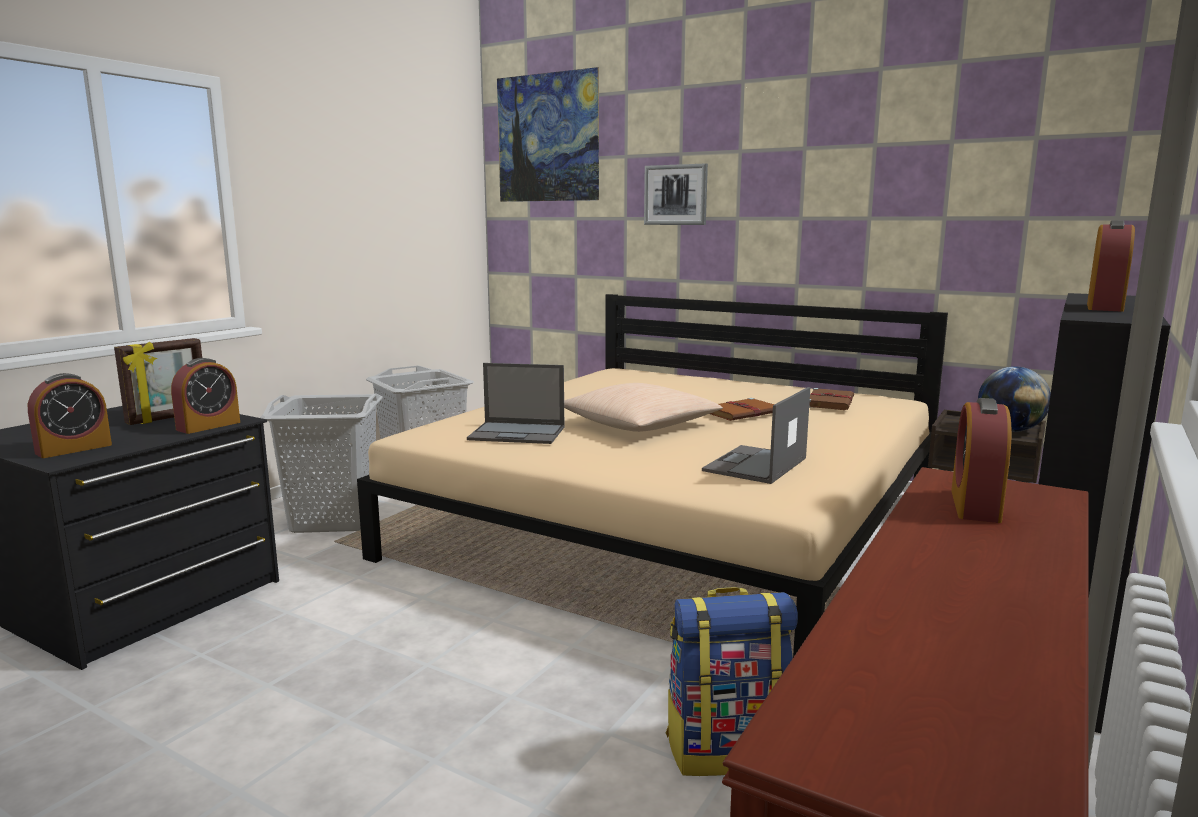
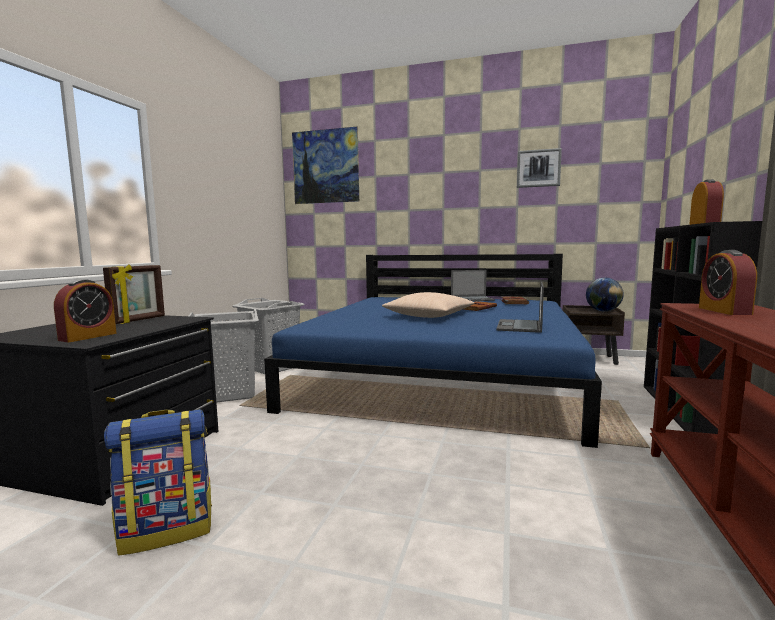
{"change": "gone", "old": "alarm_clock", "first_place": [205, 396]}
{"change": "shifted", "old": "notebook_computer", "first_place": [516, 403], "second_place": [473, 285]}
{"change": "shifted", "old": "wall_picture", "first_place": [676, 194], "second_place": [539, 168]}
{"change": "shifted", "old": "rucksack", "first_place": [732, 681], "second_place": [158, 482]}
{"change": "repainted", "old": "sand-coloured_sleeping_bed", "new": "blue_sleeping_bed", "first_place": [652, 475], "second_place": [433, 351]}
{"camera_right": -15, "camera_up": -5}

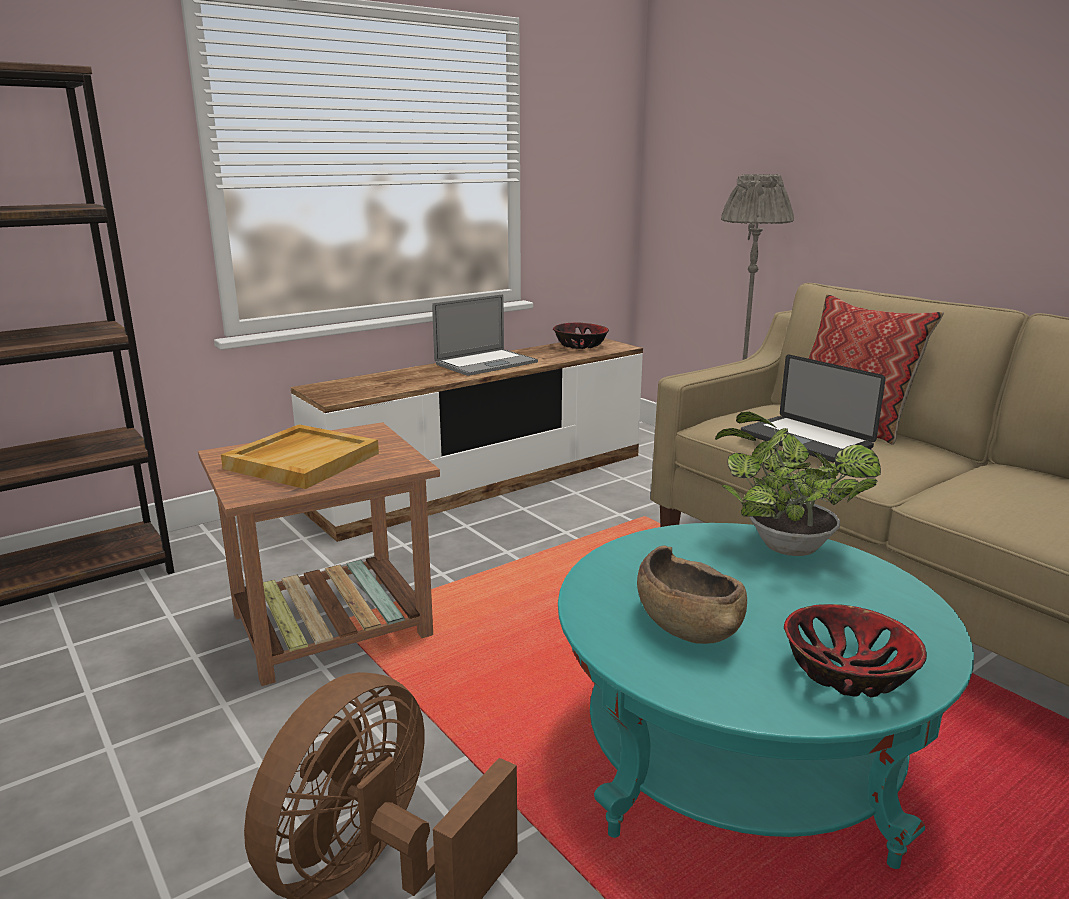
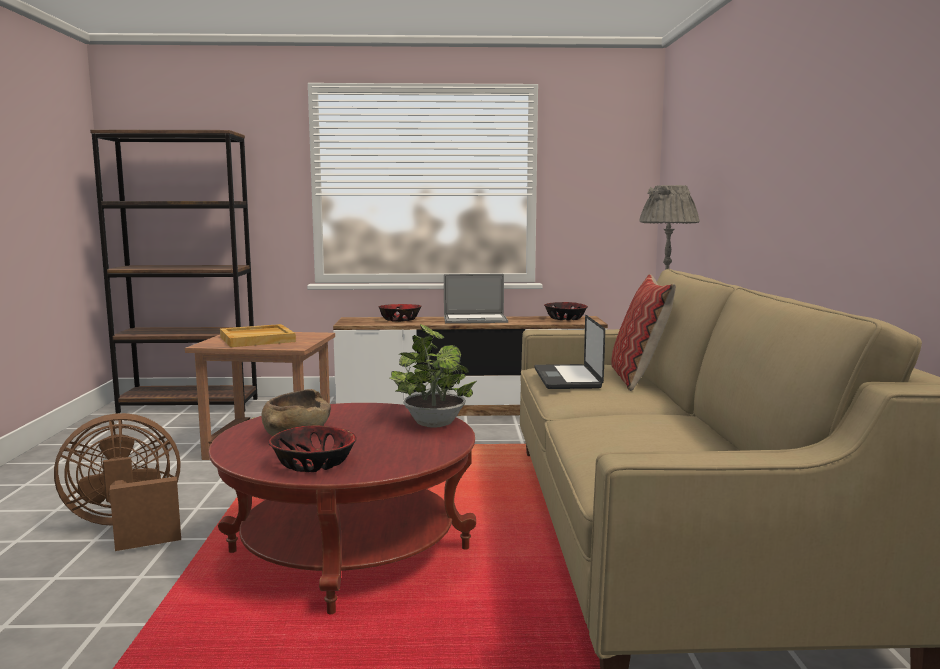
{"change": "new", "new": "bowl", "second_place": [400, 313]}
{"change": "repainted", "old": "turquoise-coloured_coffee_table", "new": "red-coloured_coffee_table", "first_place": [766, 696], "second_place": [342, 508]}
{"camera_right": 35, "camera_up": -10}

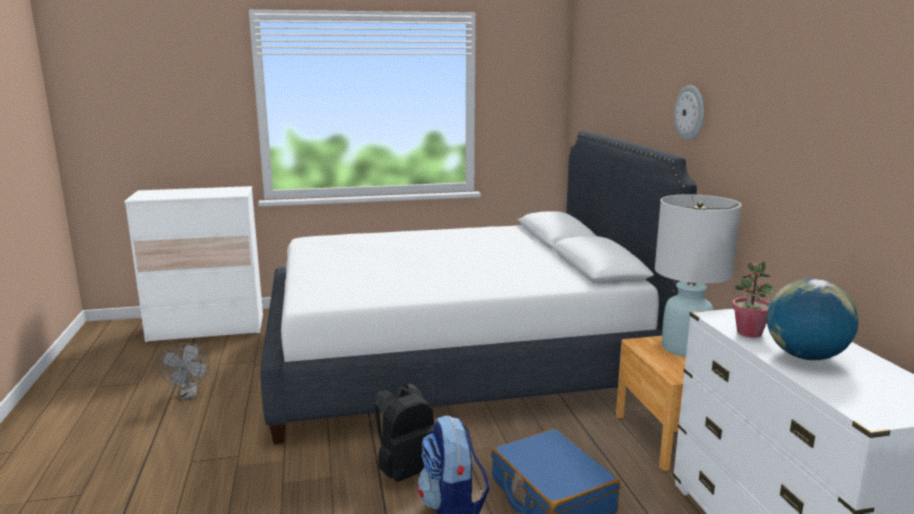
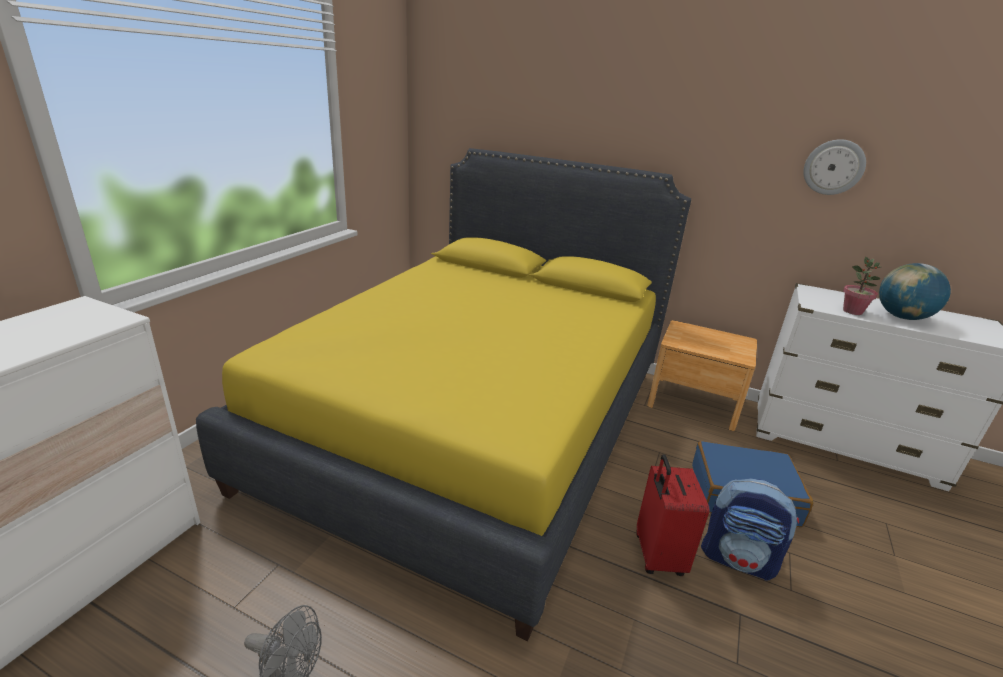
{"change": "gone", "old": "white-coloured_table_lamp", "first_place": [698, 275]}
{"change": "shifted", "old": "clock_on_the_wall", "first_place": [689, 113], "second_place": [834, 167]}
{"change": "swapped", "old": "blackish_rucksack", "new": "red-coloured_piece_of_luggage", "first_place": [404, 433], "second_place": [673, 515]}
{"change": "repainted", "old": "white-coloured_sleeping_bed", "new": "yellow-coloured_sleeping_bed", "first_place": [478, 287], "second_place": [443, 394]}
{"camera_right": -55, "camera_up": 10}

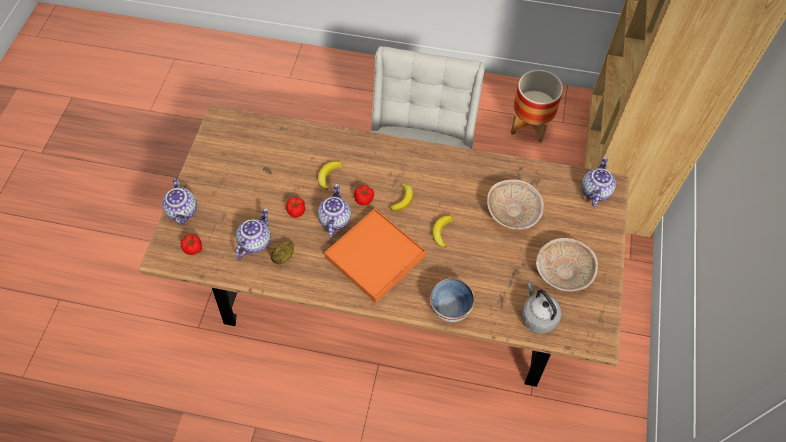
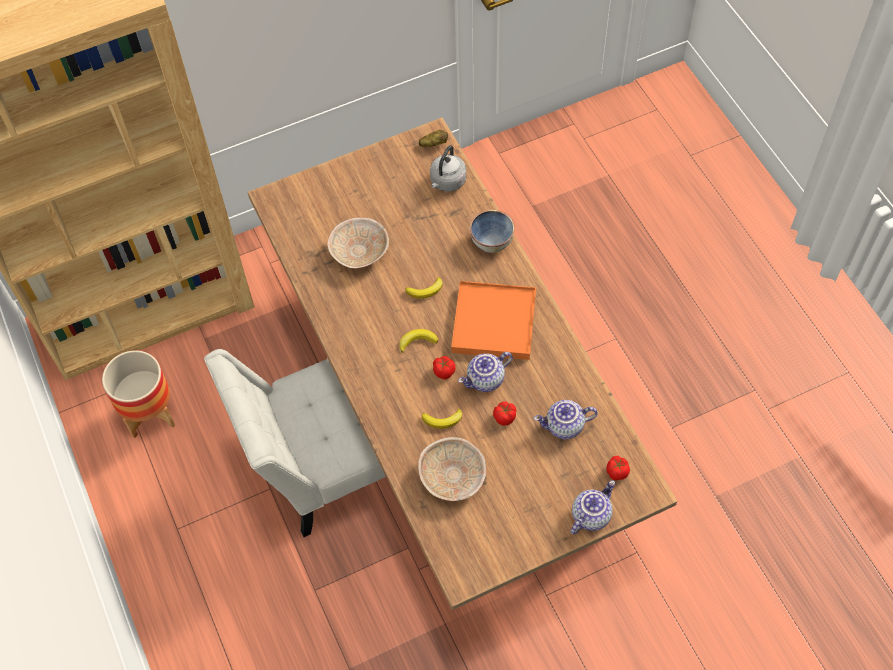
{"change": "gone", "old": "teapot", "first_place": [598, 182]}
{"change": "shifted", "old": "potato", "first_place": [282, 252], "second_place": [433, 138]}
{"change": "shifted", "old": "sand-coloured_bowl", "first_place": [567, 264], "second_place": [452, 469]}
{"camera_right": -125, "camera_up": 0}

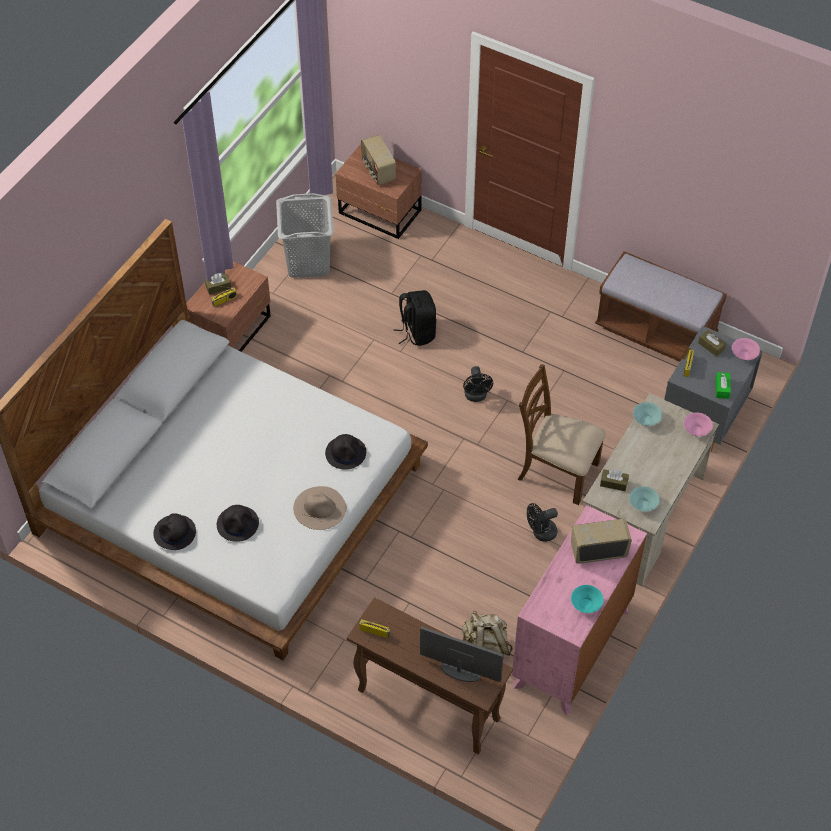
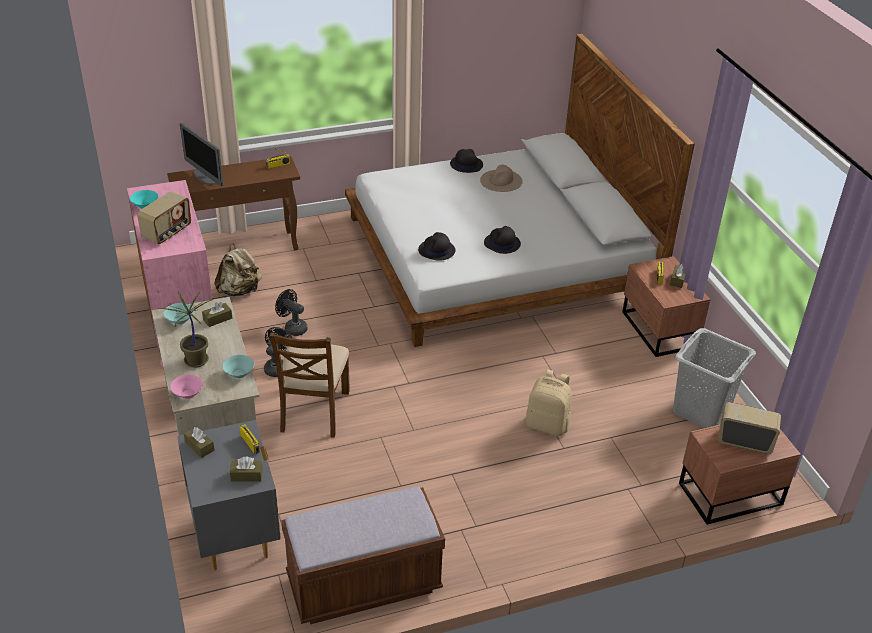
{"change": "gone", "old": "pink-coloured_bowl", "first_place": [746, 349]}
{"change": "new", "new": "plant_in_a_pot", "second_place": [186, 329]}
{"change": "shifted", "old": "blackish_wearable_hat", "first_place": [238, 523], "second_place": [502, 240]}
{"change": "shifted", "old": "sand-coloured_wearable_hat", "first_place": [319, 508], "second_place": [501, 178]}
{"change": "shifted", "old": "blackish_cooling_fan", "first_place": [478, 384], "second_place": [291, 312]}
{"change": "repainted", "old": "blackish_rucksack", "new": "sand-coloured_rucksack", "first_place": [415, 318], "second_place": [549, 403]}
{"change": "repainted", "old": "green_box_of_tissues", "new": "brownish_box_of_tissues", "first_place": [723, 385], "second_place": [199, 442]}
{"change": "rotated", "old": "monitor", "first_place": [462, 654], "second_place": [201, 154], "degrees": 75}
{"change": "rotated", "old": "brownish_upright_chair", "first_place": [562, 434], "second_place": [310, 385], "degrees": 120}
{"camera_right": 130, "camera_up": -15}

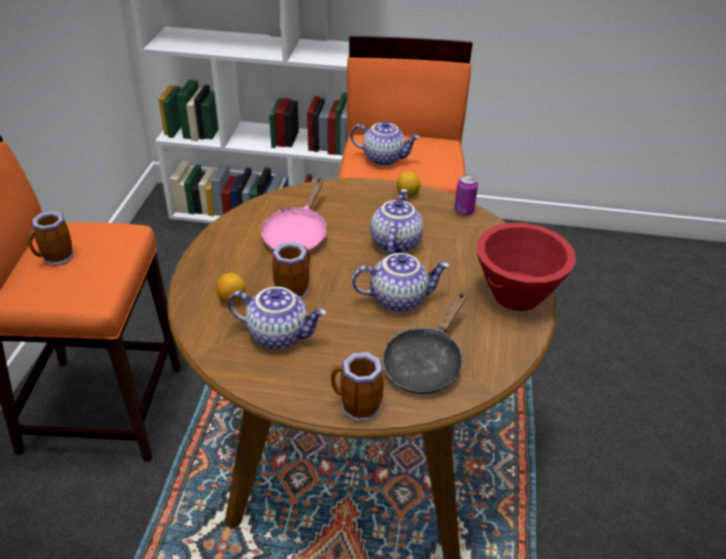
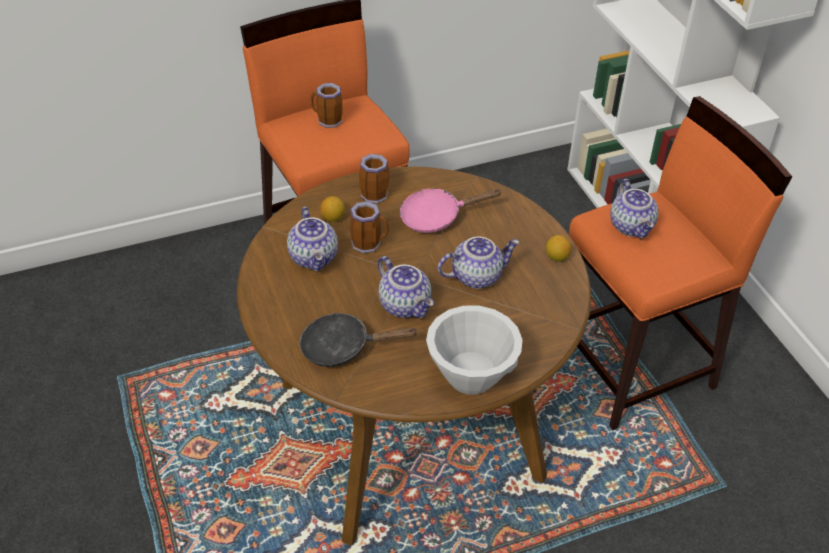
{"change": "gone", "old": "sealed_can", "first_place": [466, 195]}
{"change": "shifted", "old": "coffee_mug", "first_place": [357, 387], "second_place": [374, 179]}
{"change": "repainted", "old": "red-coloured_bowl", "new": "white-coloured_bowl", "first_place": [526, 267], "second_place": [474, 350]}
{"camera_right": 60, "camera_up": 5}

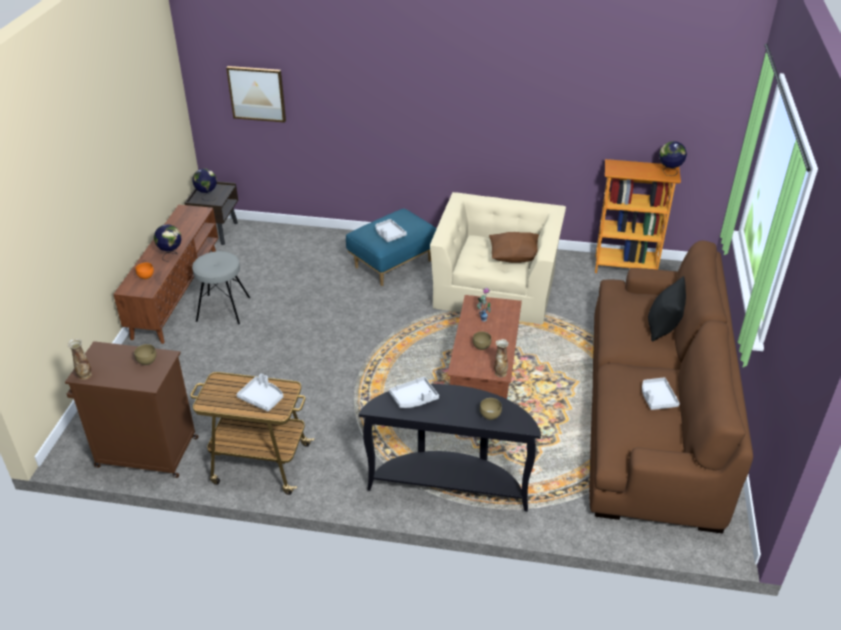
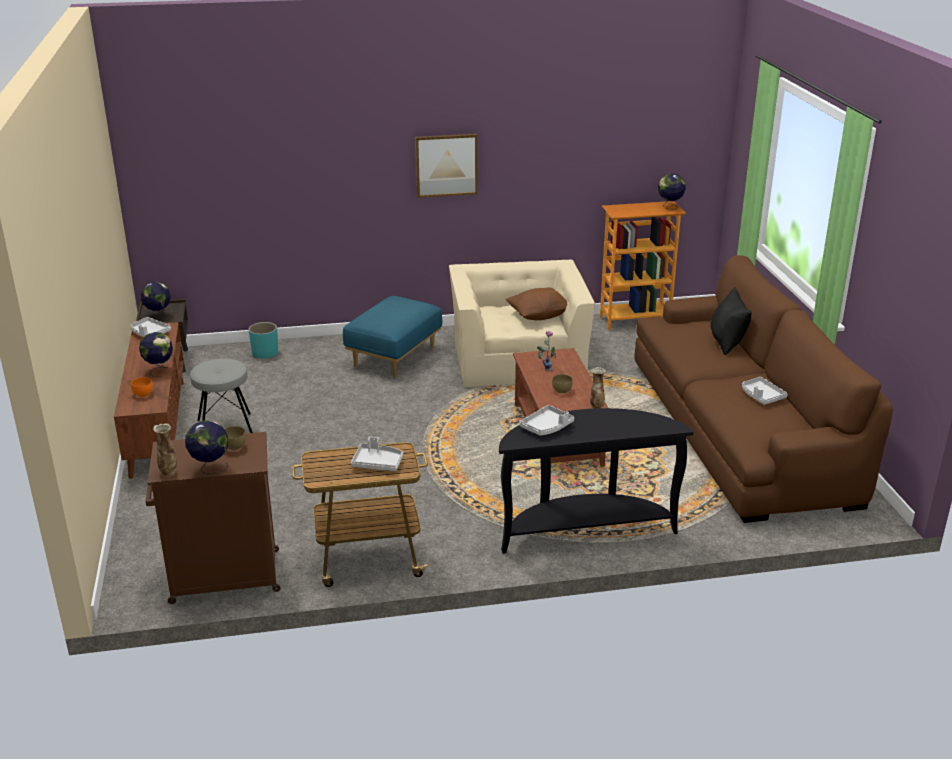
{"change": "gone", "old": "brownish_bowl", "first_place": [491, 409]}
{"change": "new", "new": "globe", "second_place": [207, 447]}
{"change": "new", "new": "turquoise-coloured_planter", "second_place": [263, 340]}
{"change": "shifted", "old": "wall_picture", "first_place": [256, 94], "second_place": [446, 166]}
{"change": "shifted", "old": "grey_serving_tray", "first_place": [391, 230], "second_place": [150, 327]}
{"camera_right": -20, "camera_up": -10}

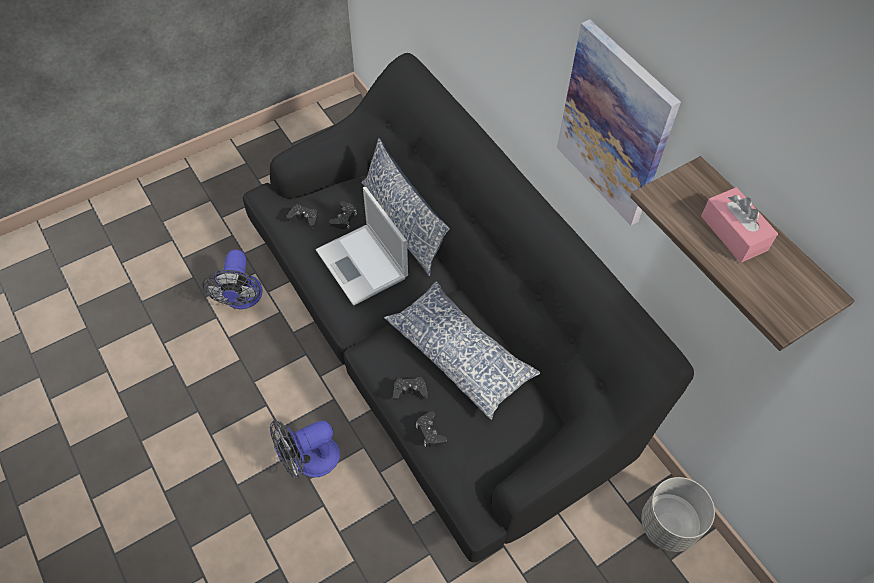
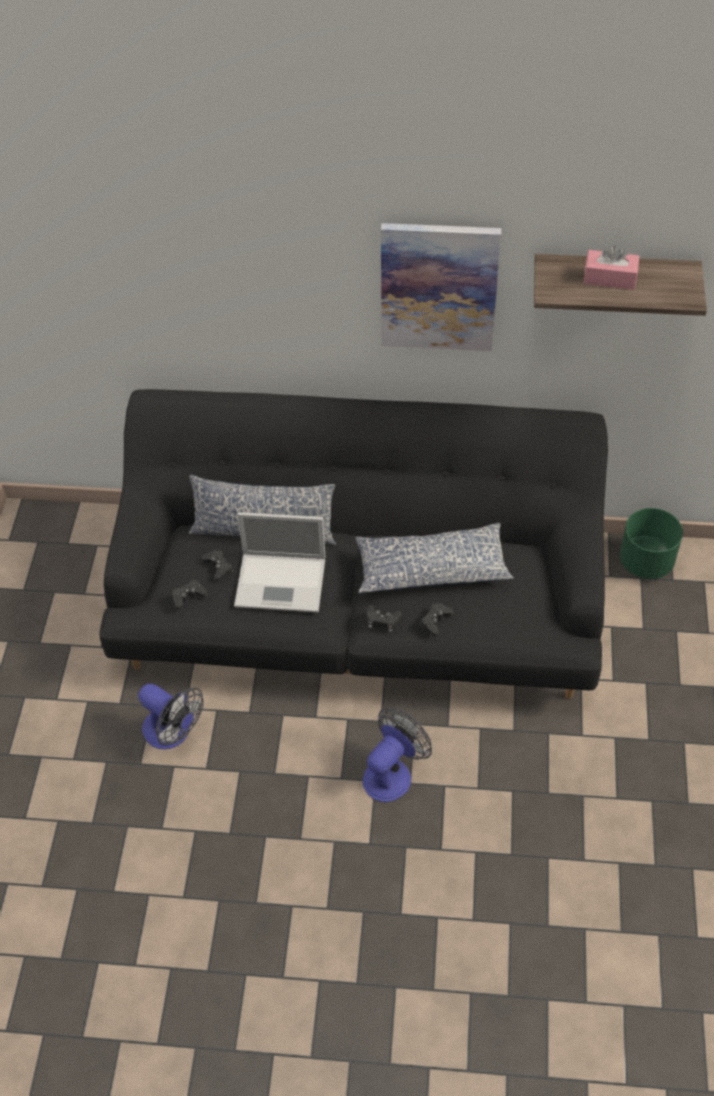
{"change": "shifted", "old": "blackish_gamepad", "first_place": [431, 429], "second_place": [384, 618]}
{"change": "repainted", "old": "grey_planter", "new": "green_planter", "first_place": [678, 514], "second_place": [651, 543]}
{"change": "rotated", "old": "cooling_fan", "first_place": [305, 450], "second_place": [397, 755], "degrees": -150}
{"camera_right": -50, "camera_up": -5}

